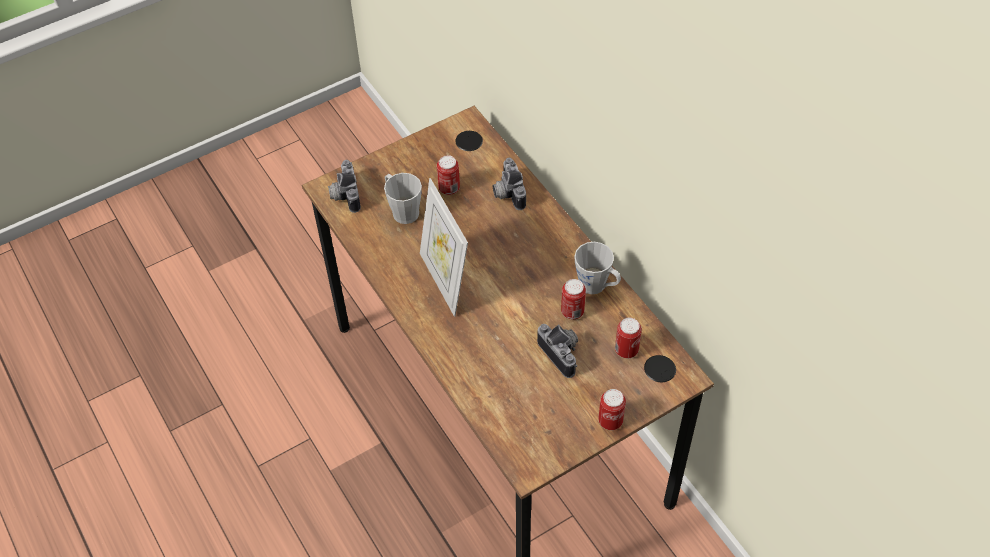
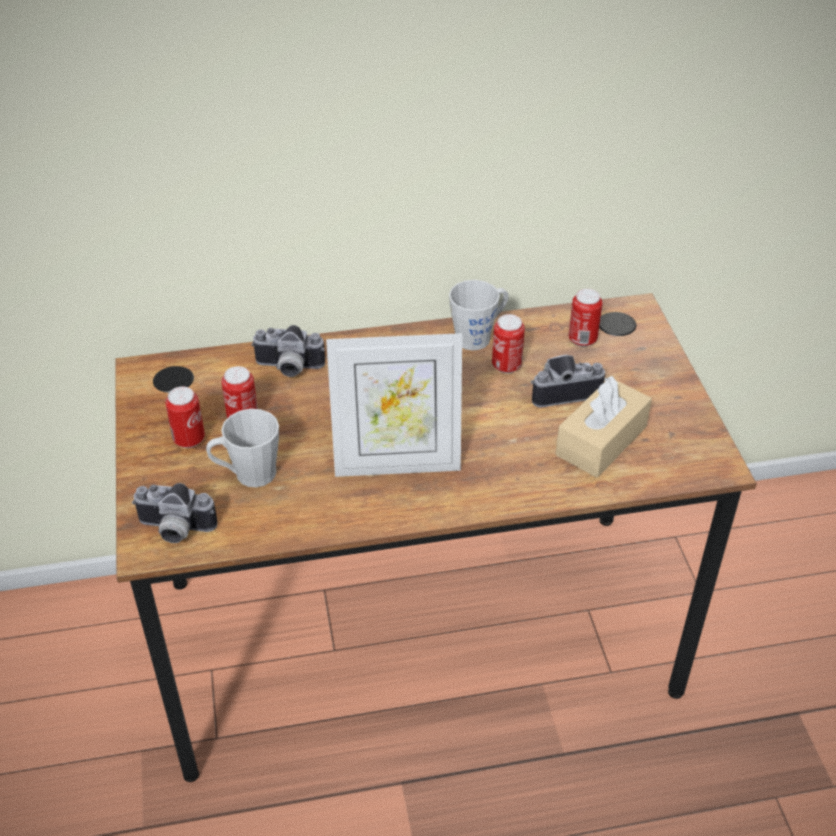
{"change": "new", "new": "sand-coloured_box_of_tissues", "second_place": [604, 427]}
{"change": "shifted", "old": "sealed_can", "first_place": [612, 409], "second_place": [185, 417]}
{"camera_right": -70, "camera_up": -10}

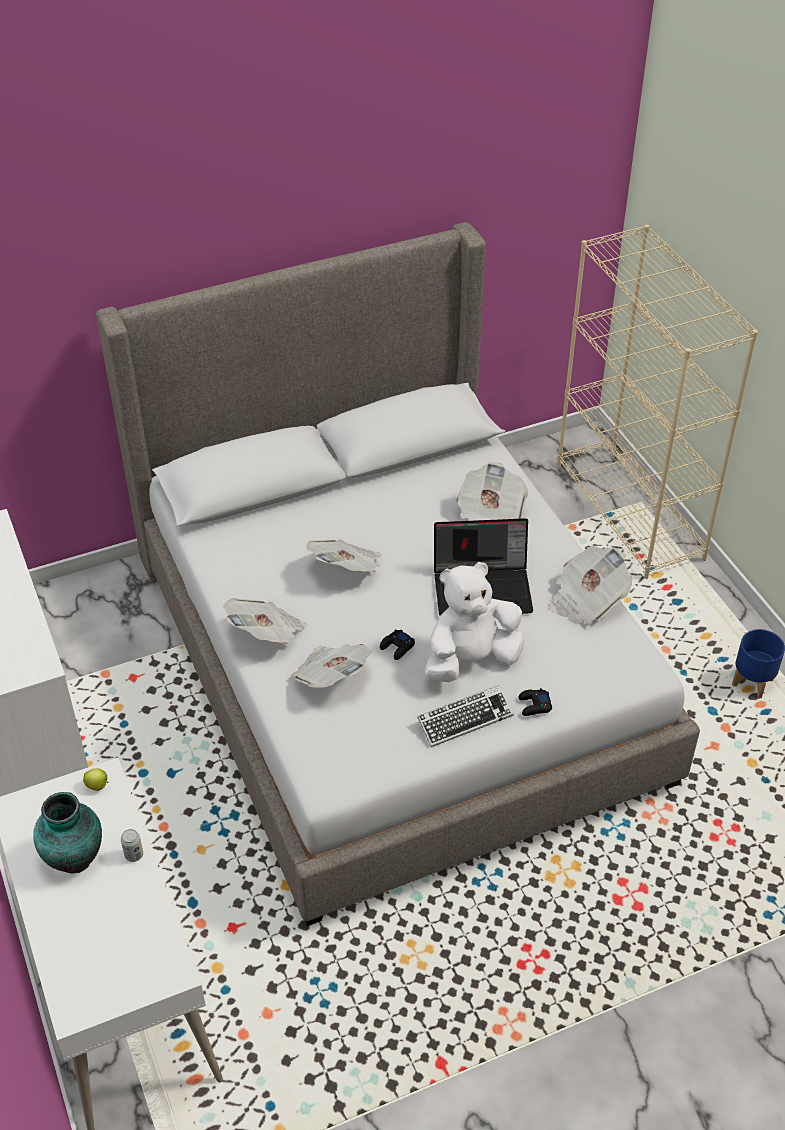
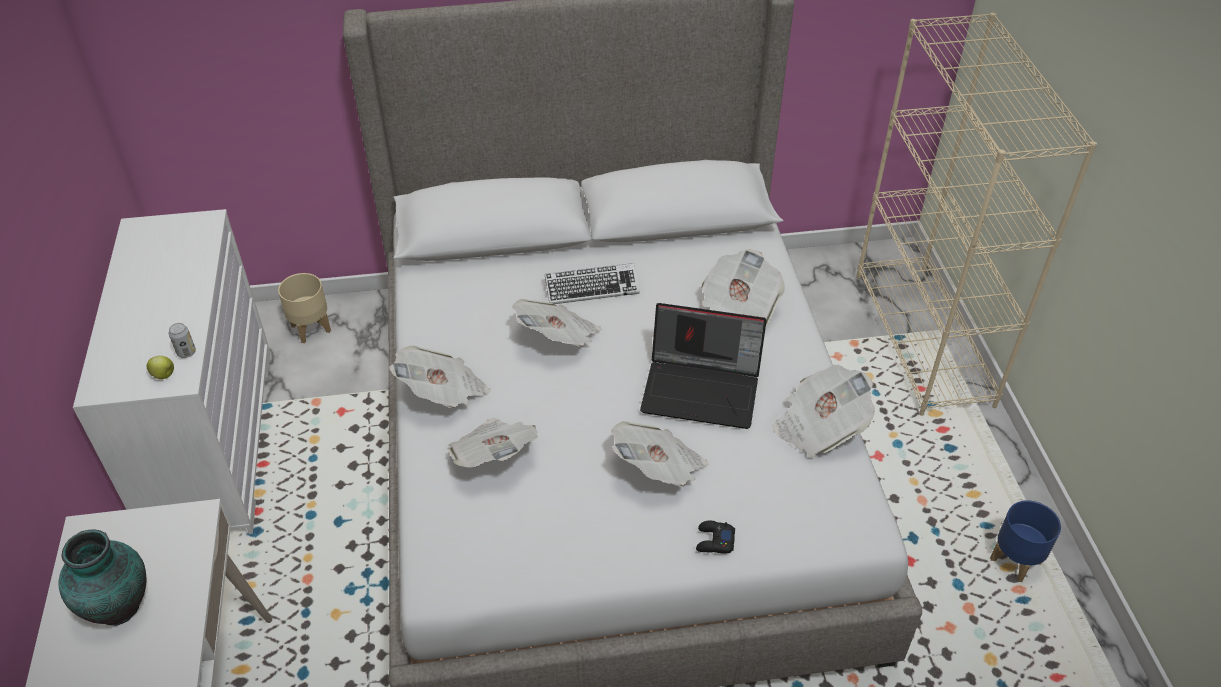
{"change": "gone", "old": "blackish_gamepad", "first_place": [397, 645]}
{"change": "new", "new": "sand-coloured_planter", "second_place": [304, 308]}
{"change": "shifted", "old": "apple_fruit", "first_place": [96, 779], "second_place": [160, 367]}
{"change": "shifted", "old": "sealed_can", "first_place": [132, 845], "second_place": [182, 340]}
{"change": "shifted", "old": "keyboard", "first_place": [465, 716], "second_place": [592, 283]}
{"change": "swapped", "old": "white-coloured_cuddly_toy", "new": "printed_paper", "first_place": [475, 622], "second_place": [659, 454]}
{"camera_right": 15, "camera_up": 0}

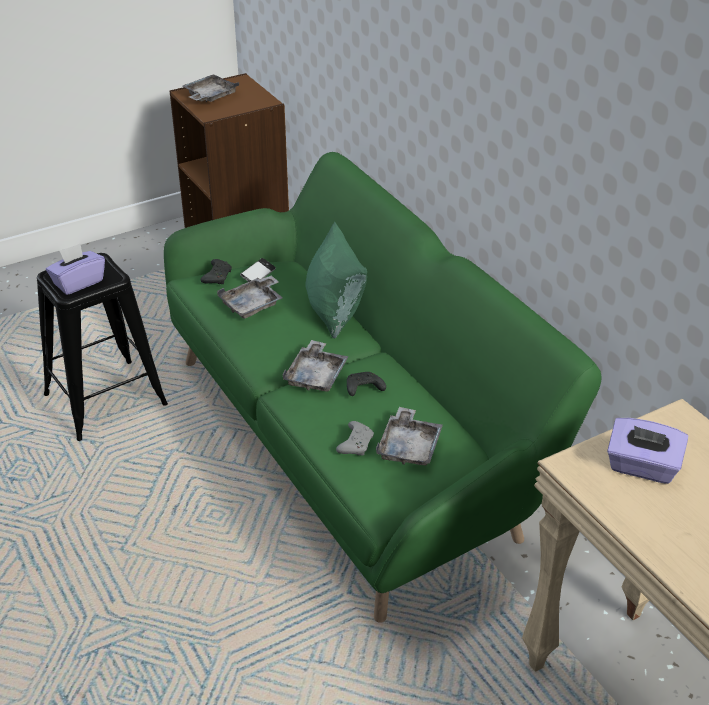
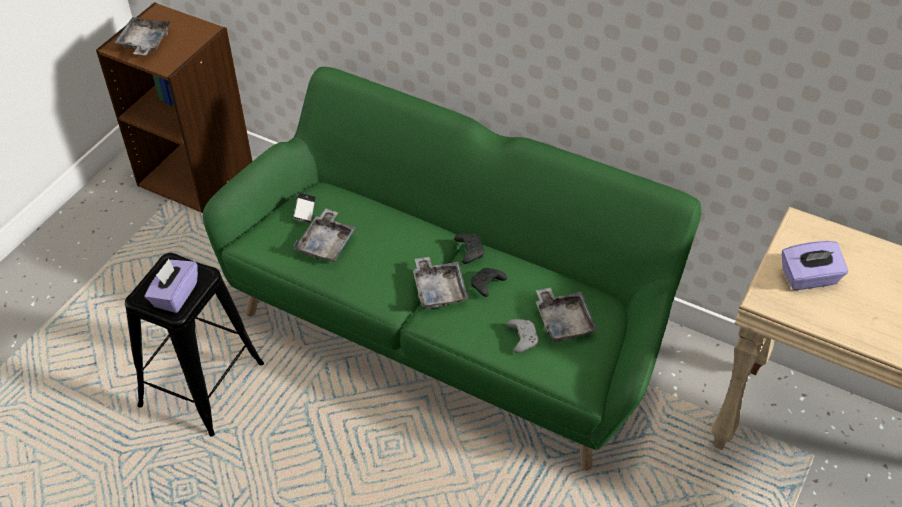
{"change": "gone", "old": "green_pillow", "first_place": [336, 280]}
{"change": "shifted", "old": "blackish_gamepad", "first_place": [216, 271], "second_place": [469, 248]}
{"camera_right": -30, "camera_up": 10}

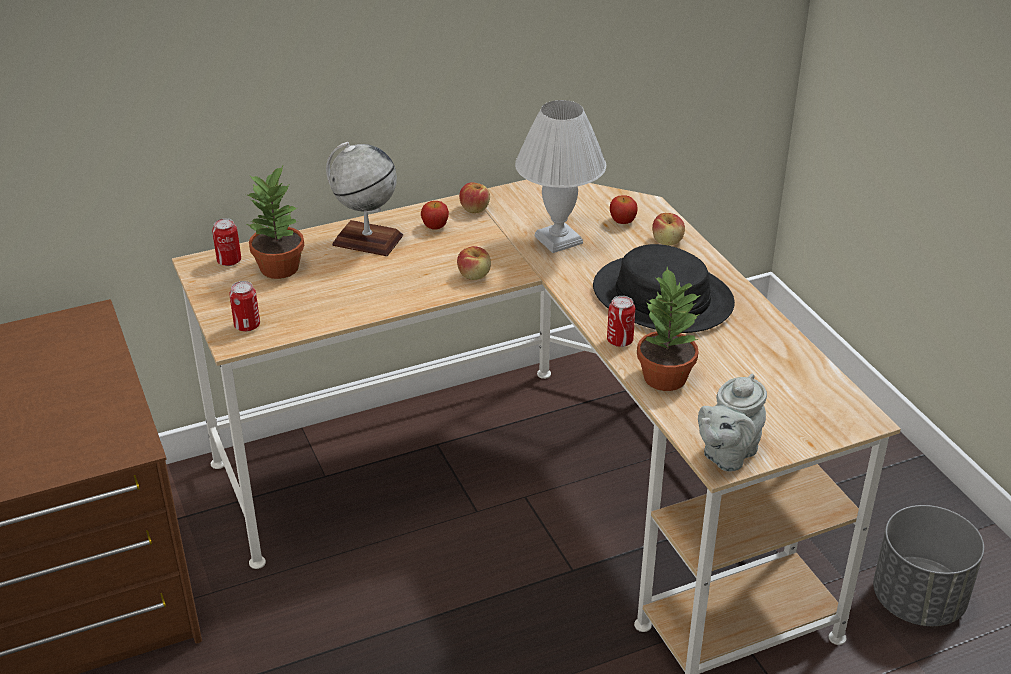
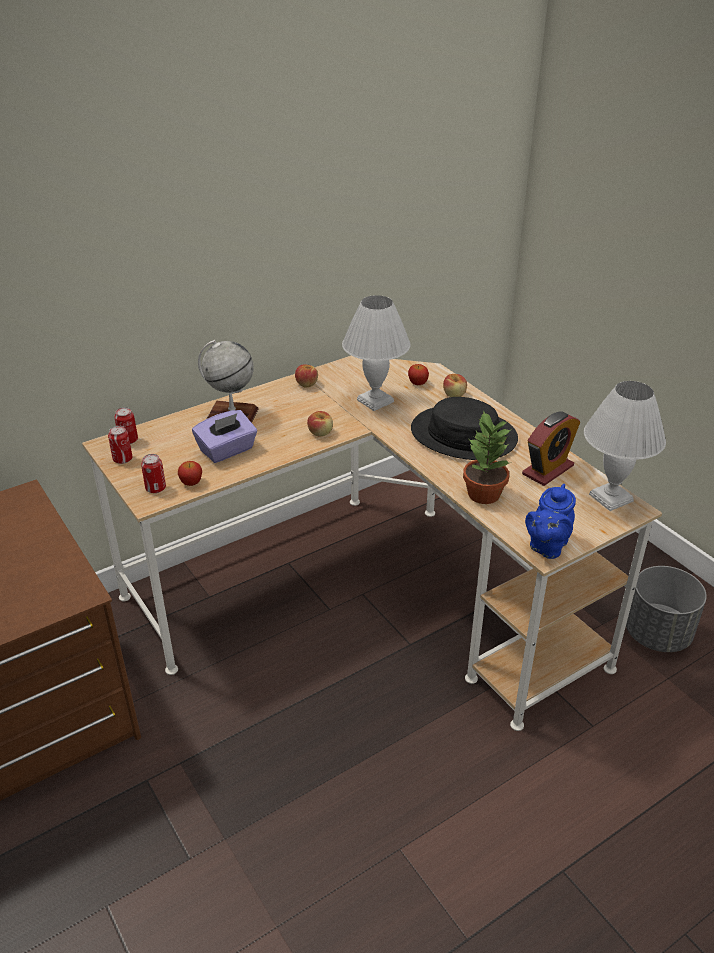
{"change": "gone", "old": "plant_in_a_pot", "first_place": [275, 222]}
{"change": "new", "new": "purplish_box_of_tissues", "second_place": [224, 436]}
{"change": "new", "new": "alarm_clock", "second_place": [551, 448]}
{"change": "new", "new": "white-coloured_table_lamp", "second_place": [625, 446]}
{"change": "shifted", "old": "apple_fruit", "first_place": [435, 215], "second_place": [190, 473]}
{"change": "shifted", "old": "sealed_can", "first_place": [621, 321], "second_place": [120, 445]}
{"change": "repainted", "old": "grey_teapot", "new": "blue_teapot", "first_place": [732, 422], "second_place": [550, 521]}
{"camera_right": -10, "camera_up": 0}

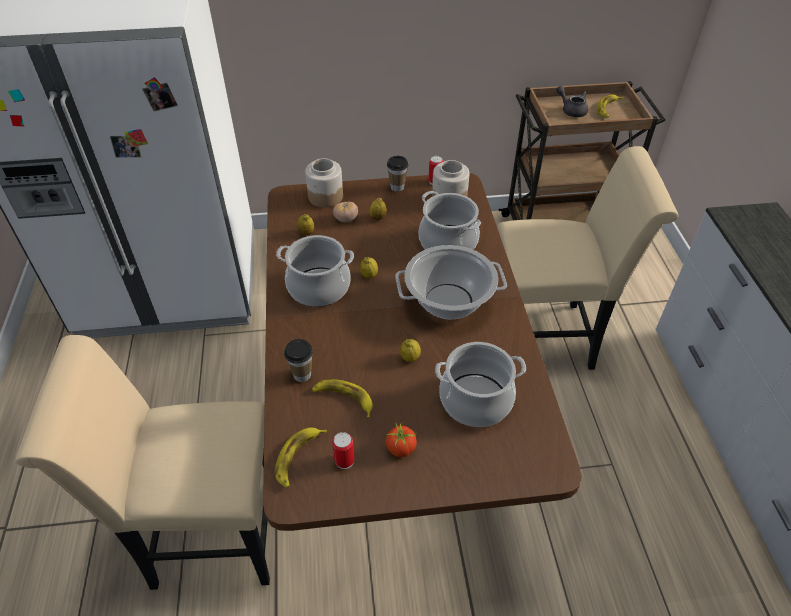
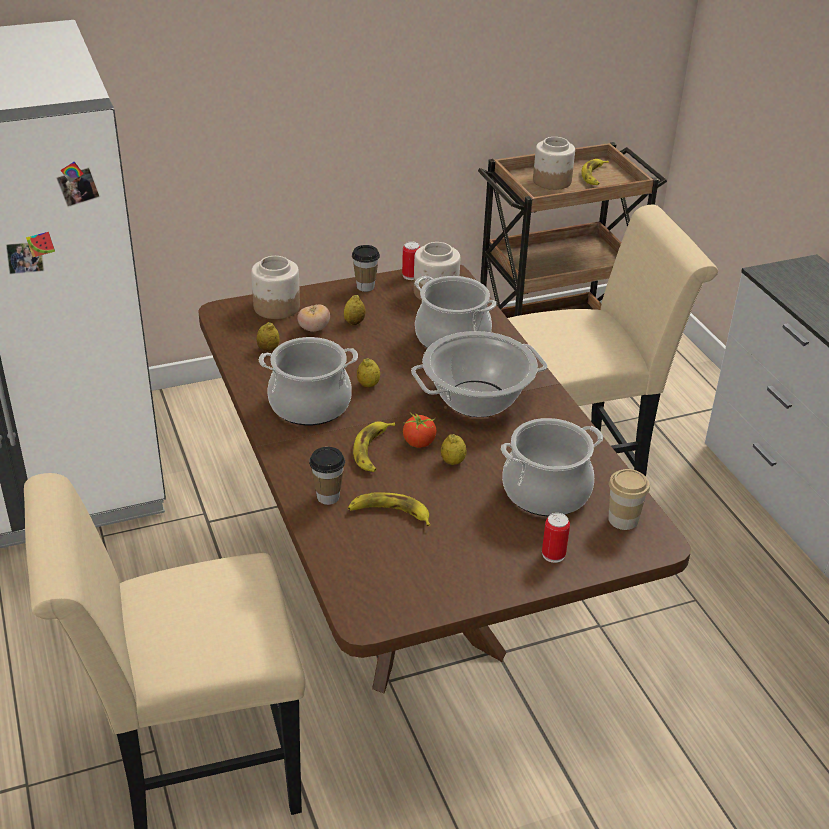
{"change": "new", "new": "small_cup", "second_place": [629, 499]}
{"change": "shifted", "old": "banana_fruit", "first_place": [301, 458], "second_place": [374, 447]}
{"change": "shifted", "old": "sealed_can", "first_place": [343, 450], "second_place": [556, 538]}
{"change": "shifted", "old": "tomato", "first_place": [401, 439], "second_place": [419, 430]}
{"change": "swapped", "old": "grey_teapot", "new": "jar", "first_place": [572, 101], "second_place": [554, 163]}
{"camera_right": -15, "camera_up": -10}

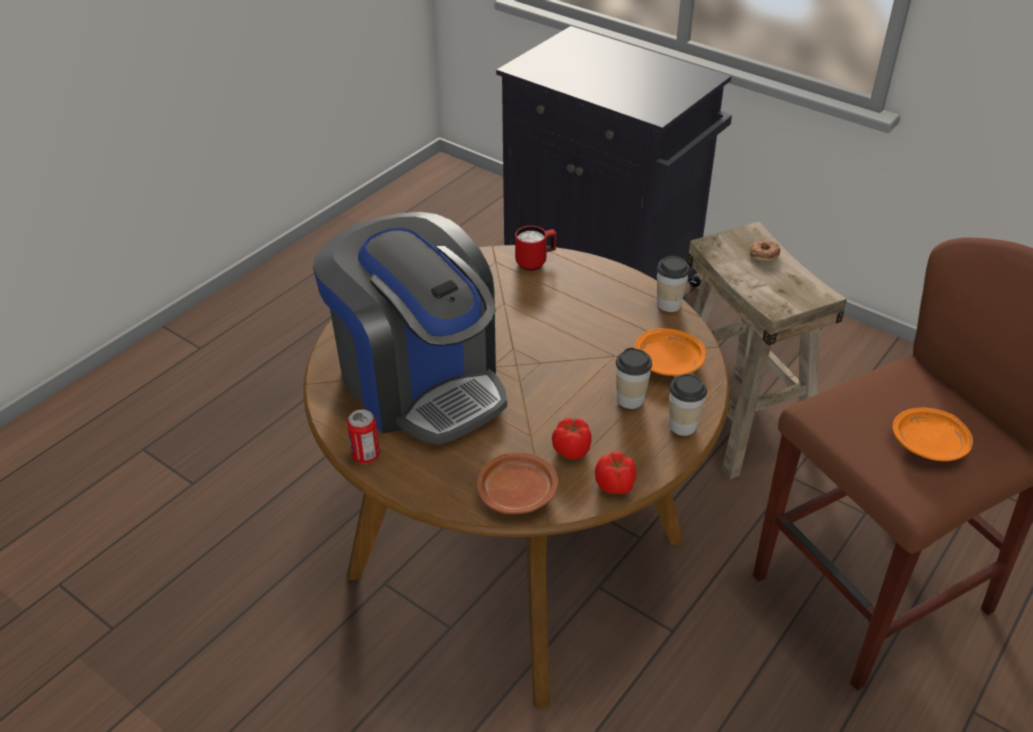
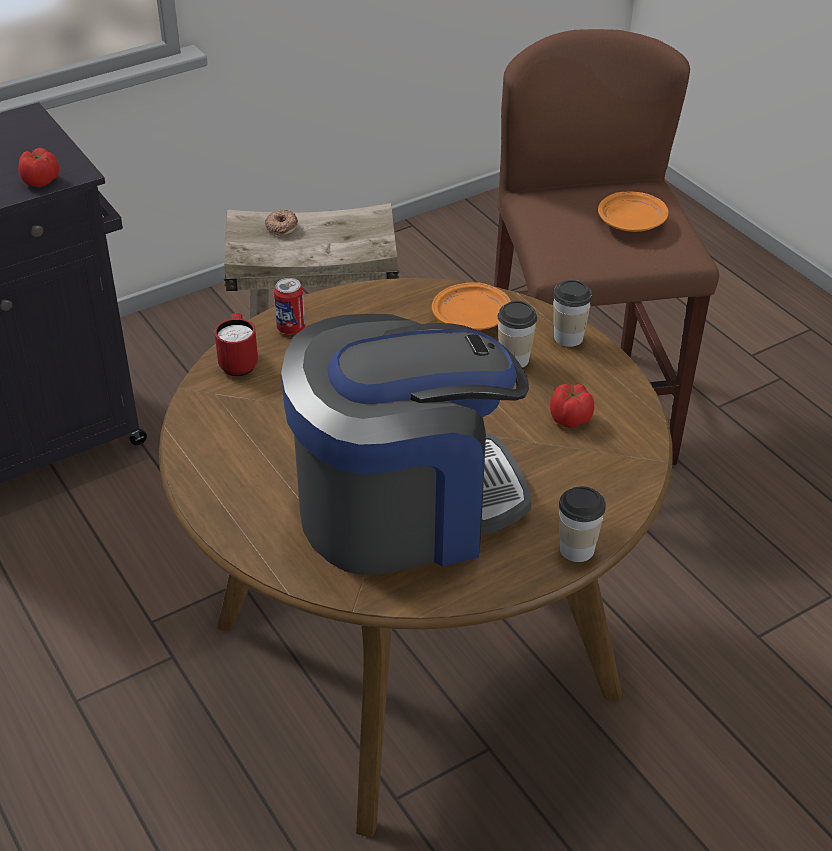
{"change": "gone", "old": "brownish_plate", "first_place": [517, 483]}
{"change": "shifted", "old": "sealed_can", "first_place": [363, 436], "second_place": [289, 306]}
{"change": "shifted", "old": "tomato", "first_place": [616, 473], "second_place": [38, 167]}
{"change": "shifted", "old": "small_cup", "first_place": [673, 284], "second_place": [582, 524]}
{"camera_right": -70, "camera_up": 0}

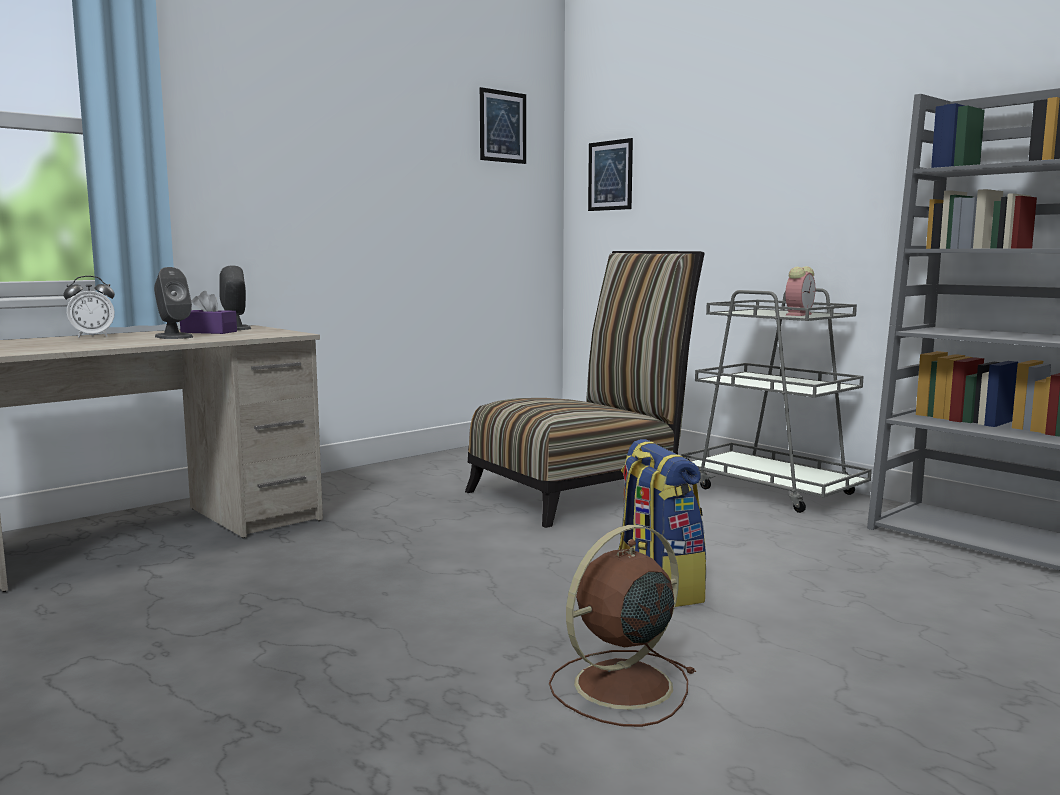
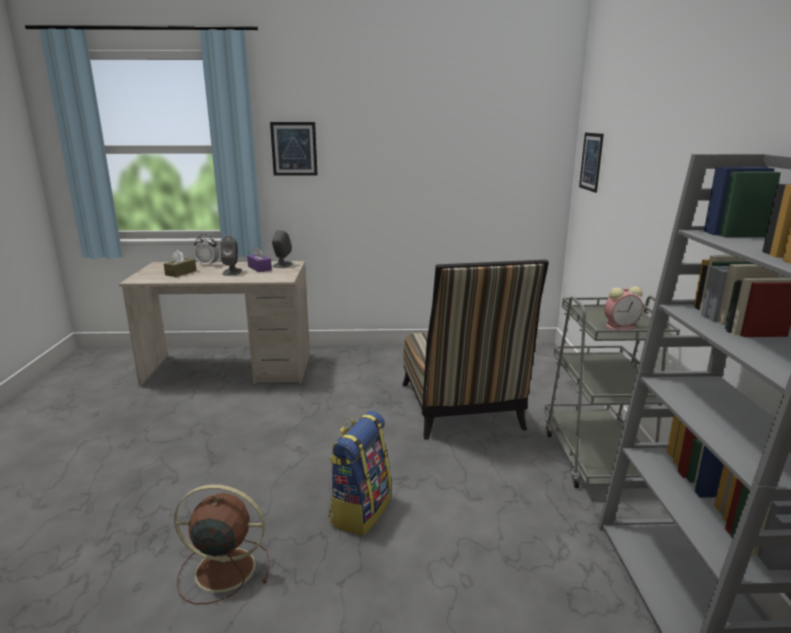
{"change": "new", "new": "brownish_box_of_tissues", "second_place": [180, 263]}
{"change": "shifted", "old": "wall_picture", "first_place": [503, 125], "second_place": [294, 149]}
{"change": "rotated", "old": "upright_chair", "first_place": [585, 389], "second_place": [475, 350], "degrees": 75}
{"camera_right": 40, "camera_up": 10}

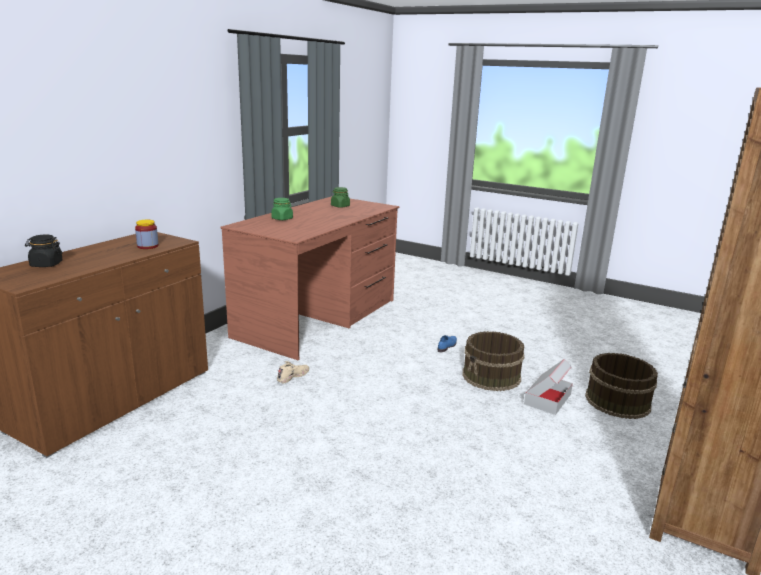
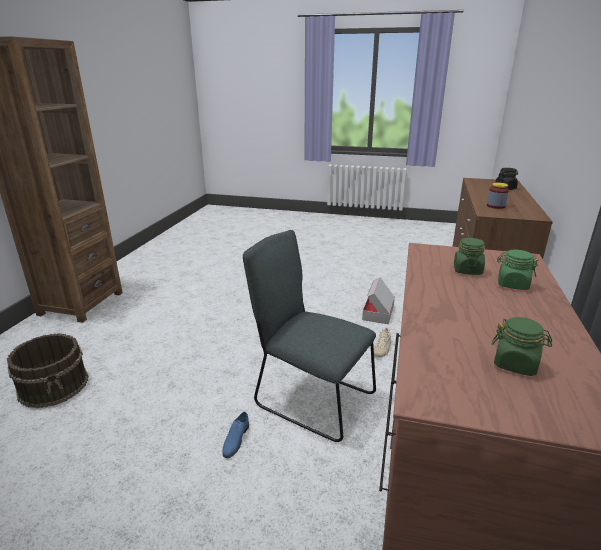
{"change": "gone", "old": "brownish_bucket", "first_place": [493, 361]}
{"change": "new", "new": "grey_upright_chair", "second_place": [309, 336]}
{"change": "new", "new": "green_jar", "second_place": [469, 256]}
{"change": "shifted", "old": "cardboard_box", "first_place": [548, 387], "second_place": [378, 301]}
{"camera_right": 165, "camera_up": 5}

